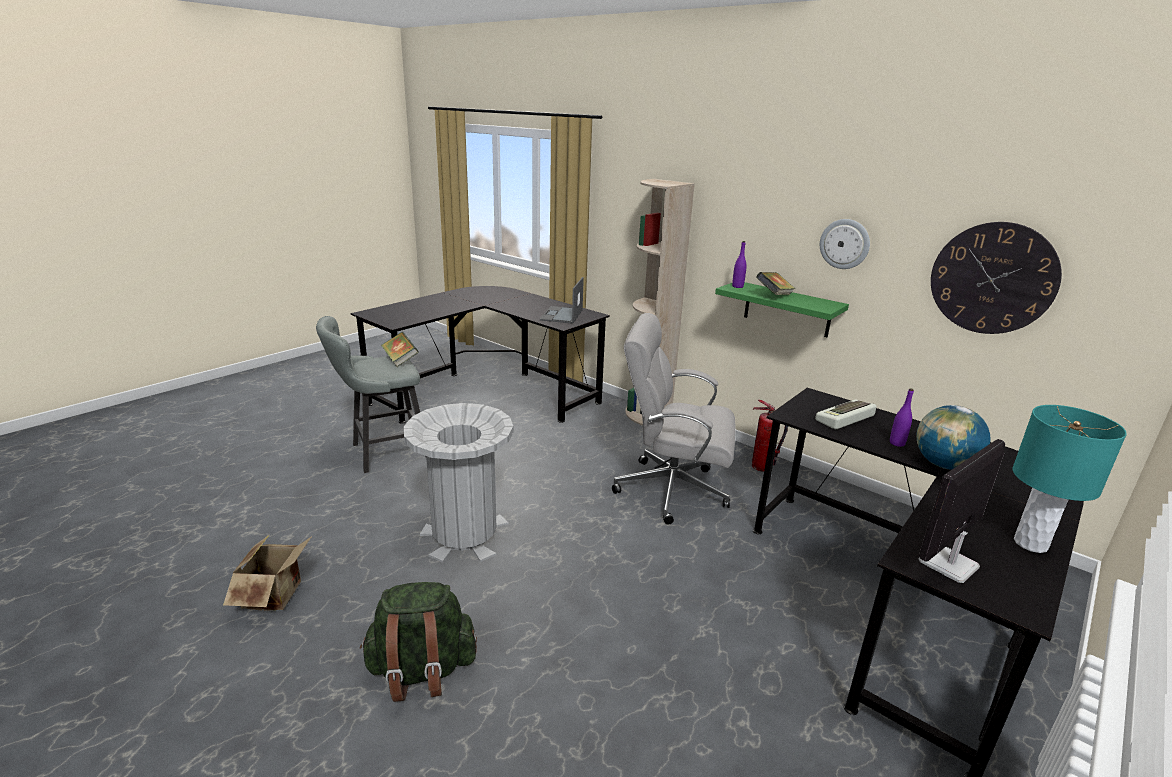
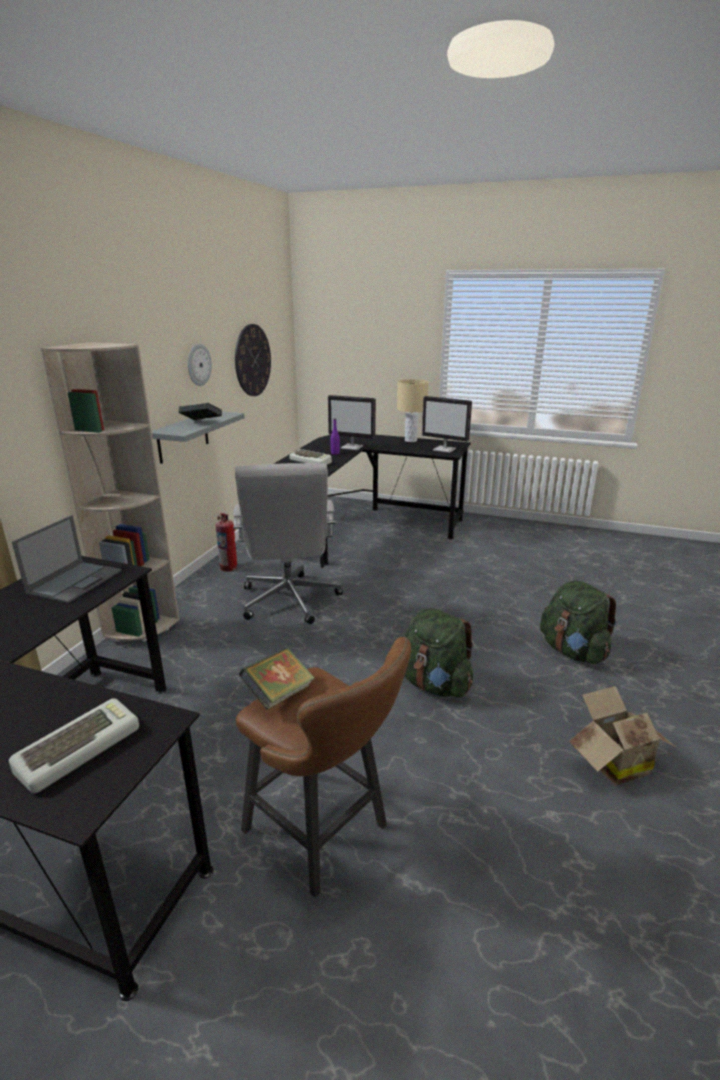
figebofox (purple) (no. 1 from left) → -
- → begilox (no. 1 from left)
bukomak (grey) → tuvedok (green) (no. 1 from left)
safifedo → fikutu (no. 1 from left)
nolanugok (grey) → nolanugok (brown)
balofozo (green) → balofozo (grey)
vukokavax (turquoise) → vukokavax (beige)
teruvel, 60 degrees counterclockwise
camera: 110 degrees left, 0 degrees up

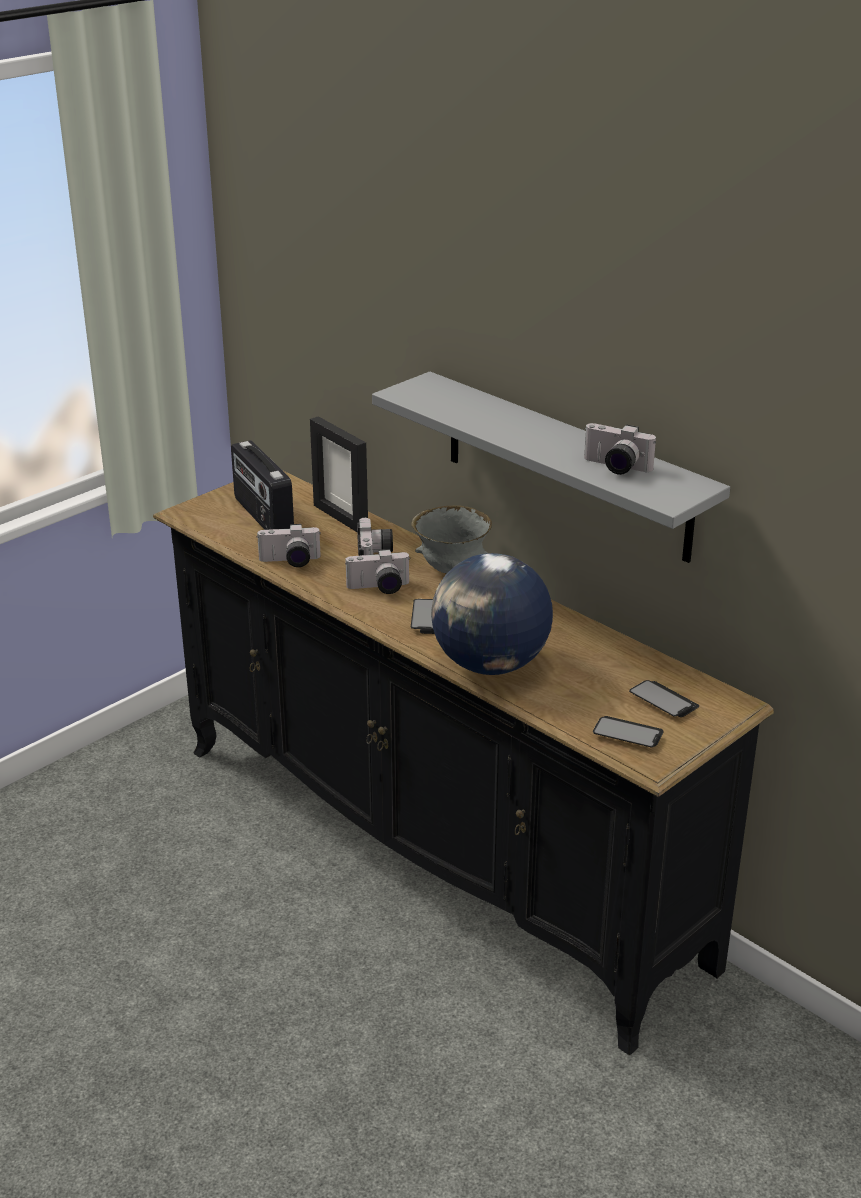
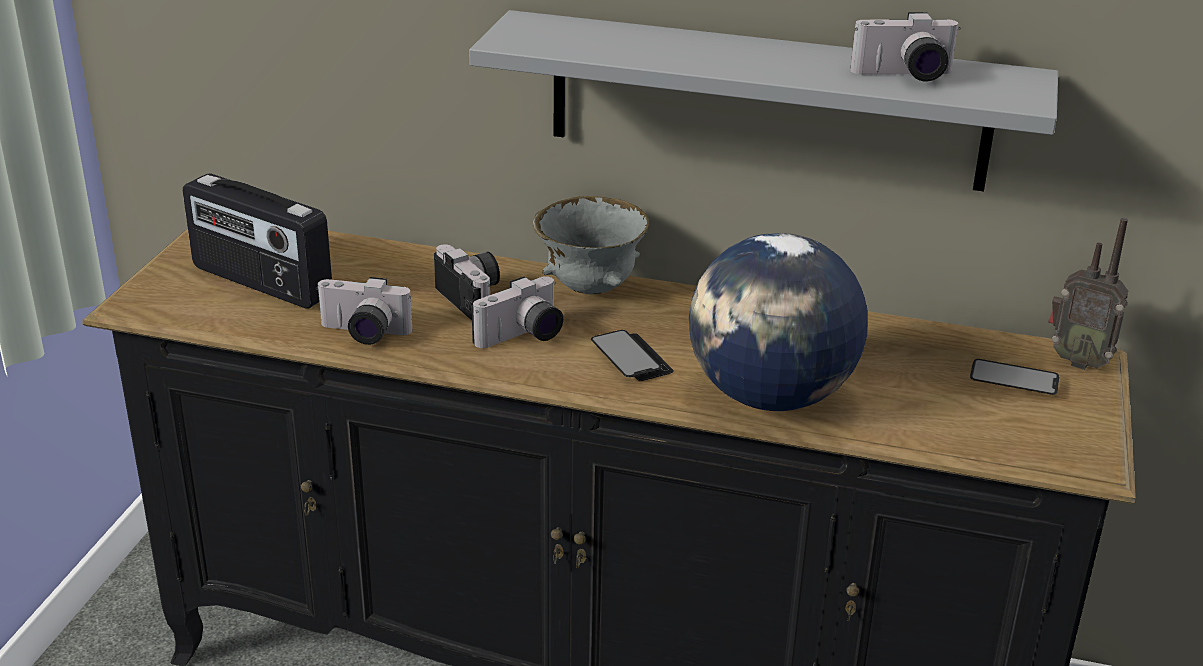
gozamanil → -
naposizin (no. 2 from left) → -
- → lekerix (no. 2 from left)
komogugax (no. 1 from left), 45 degrees clockwise
camera: 30 degrees left, 0 degrees up

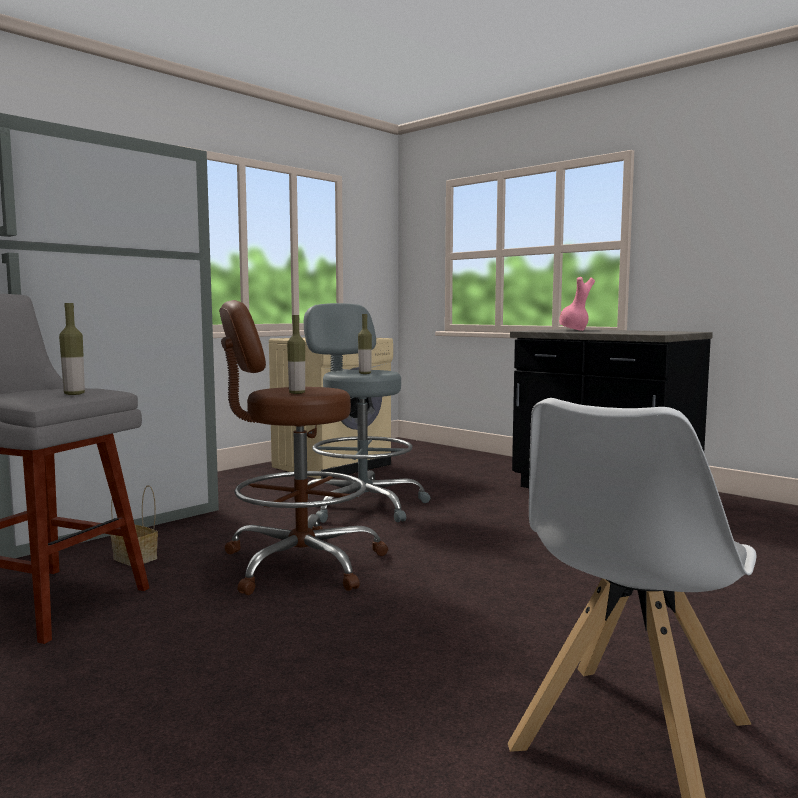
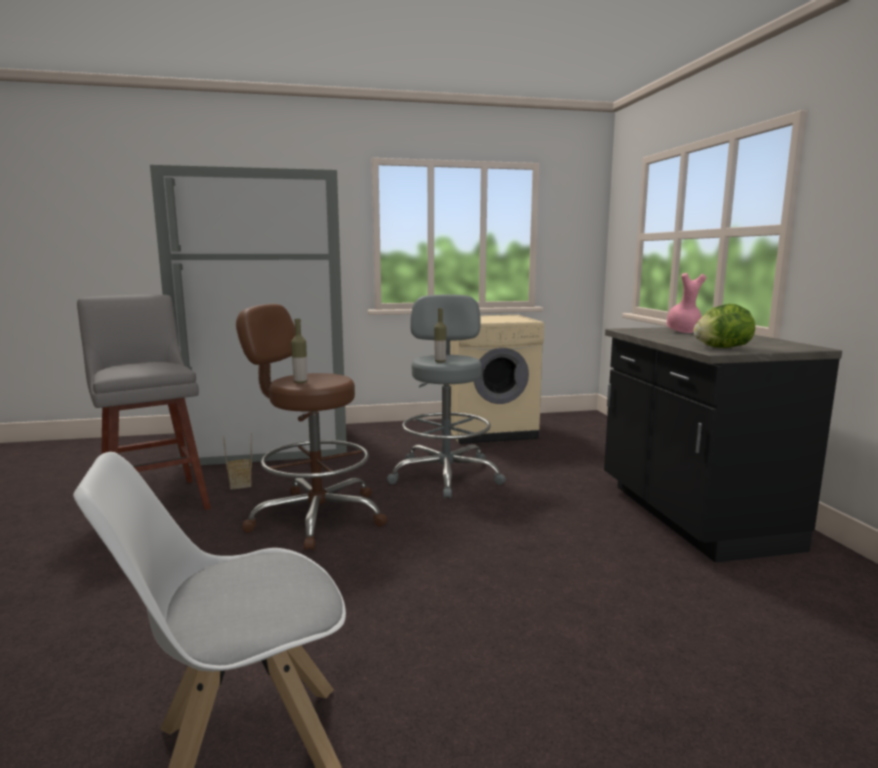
figebofox (no. 1 from left) → -
- → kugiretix
camera: 35 degrees right, 5 degrees up

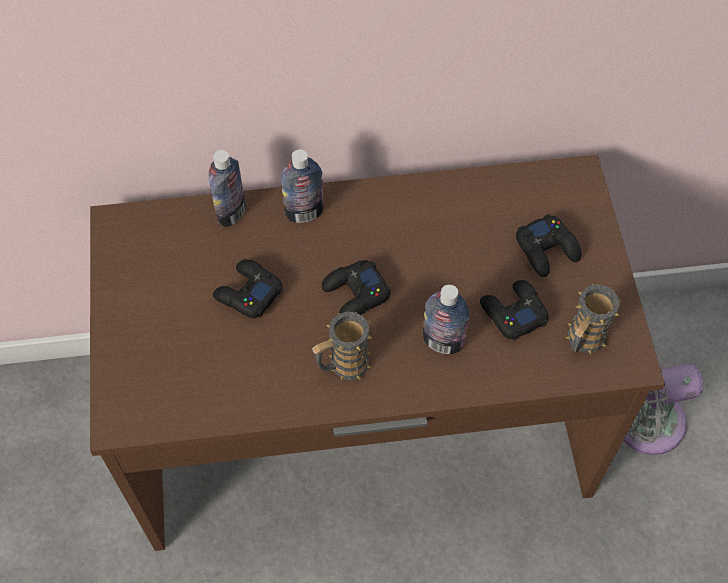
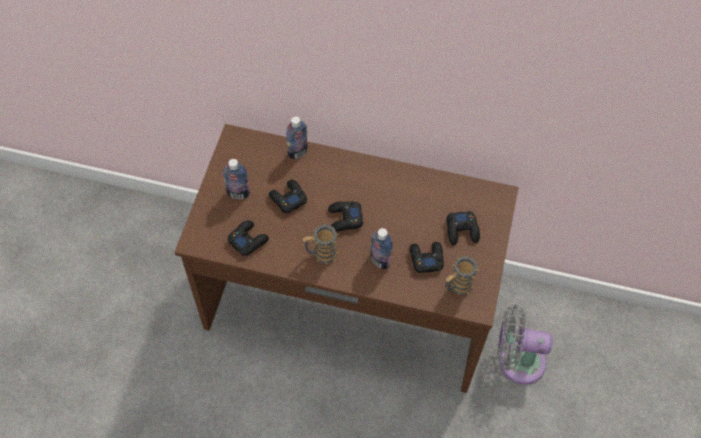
- → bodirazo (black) (no. 1 from left)
figebofox (no. 2 from left in the first image) → figebofox (no. 1 from left), relocated
camera: 20 degrees right, 0 degrees up

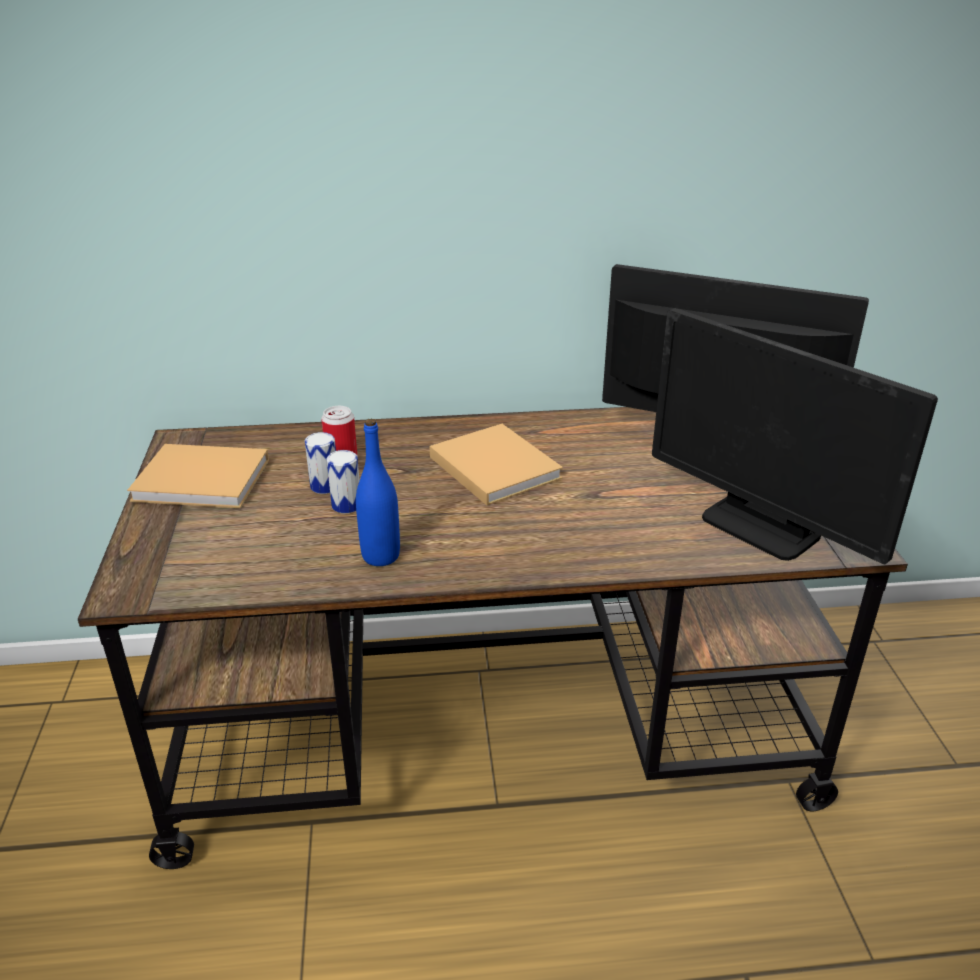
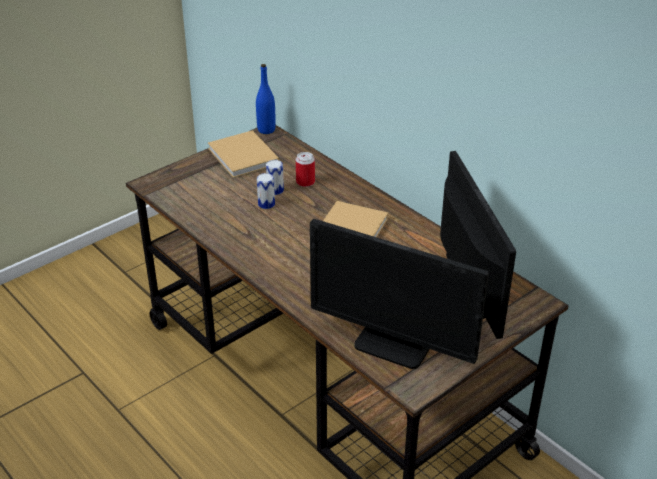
figebofox (blue), relocated
fikutu (no. 2 from left in the first image) → fikutu (no. 1 from left), 75 degrees counterclockwise
camera: 55 degrees right, 5 degrees up

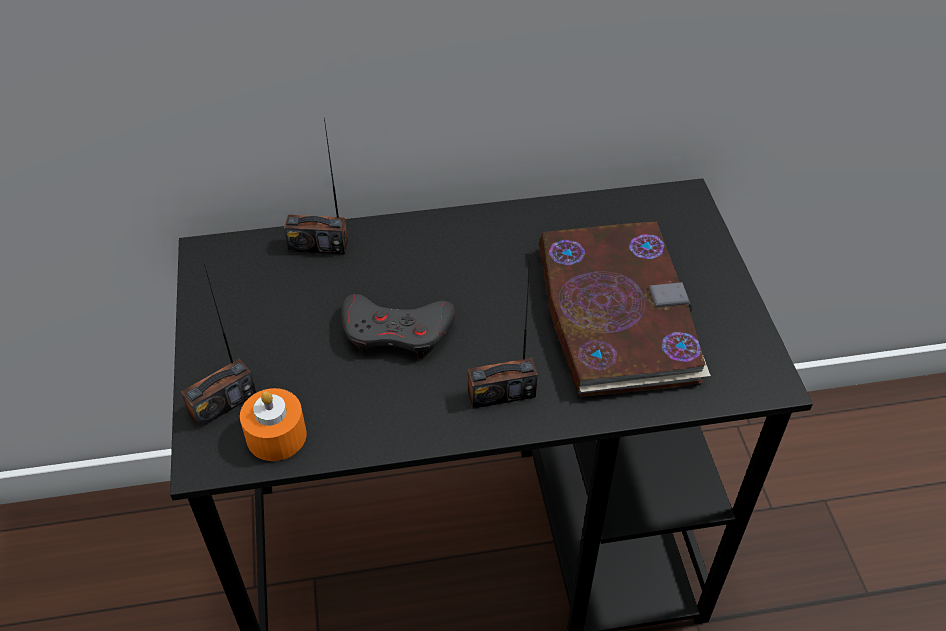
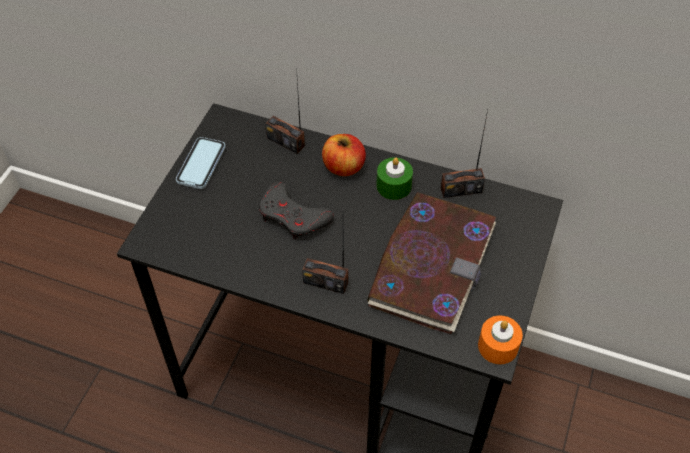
- → naposizin
- → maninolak
- → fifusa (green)
lekerix (no. 1 from left in the first image) → lekerix (no. 3 from left), relocated
fifusa (orange), relocated
camera: 30 degrees right, 5 degrees up

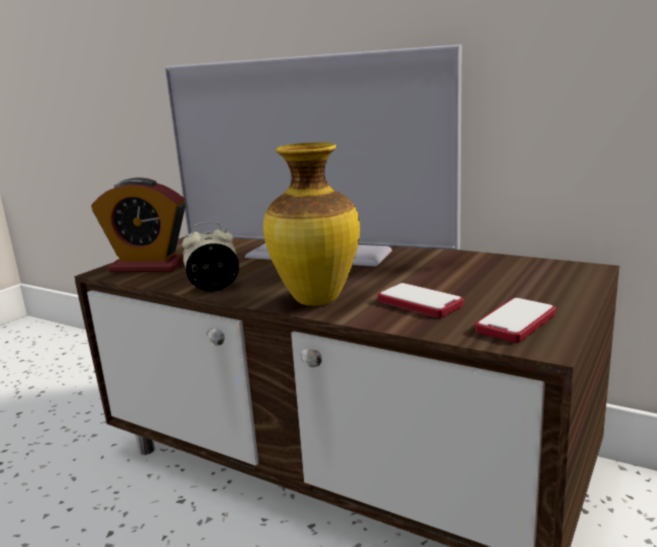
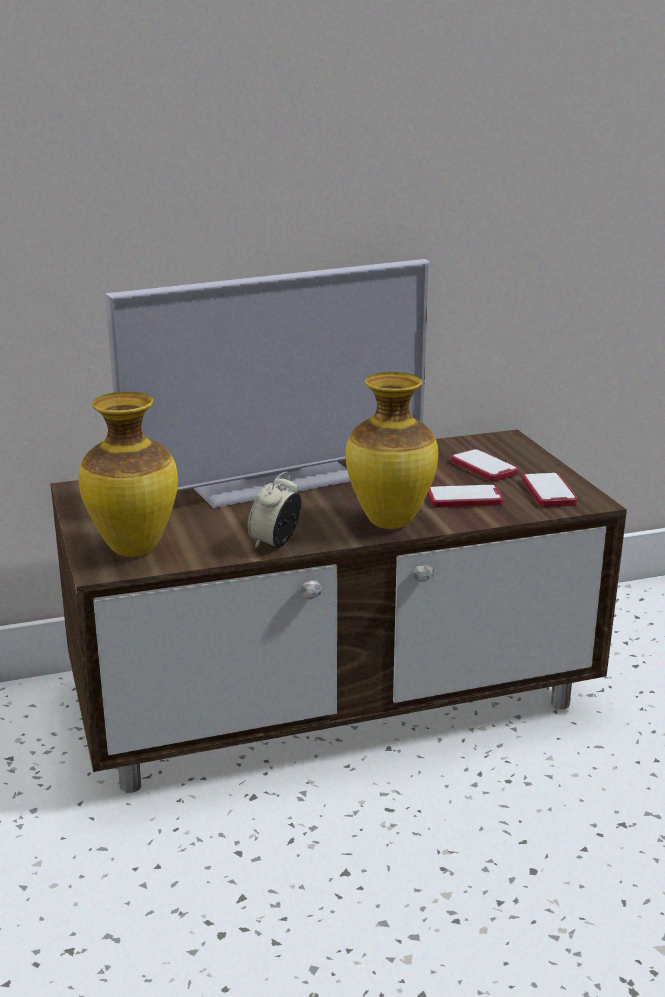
- → naposizin (no. 2 from left)
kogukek (no. 1 from left) → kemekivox (no. 1 from left)
camera: 50 degrees left, 5 degrees up

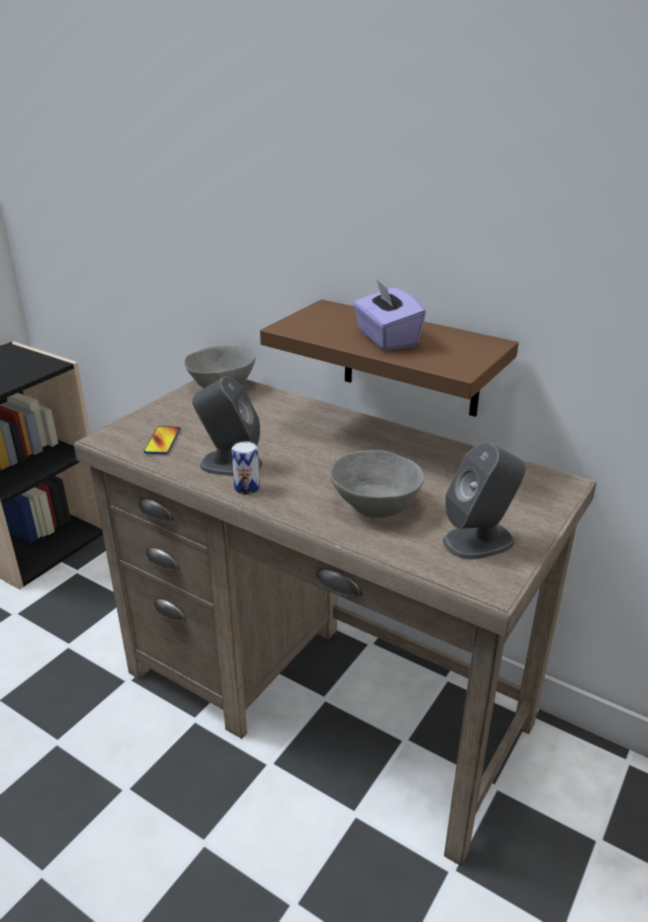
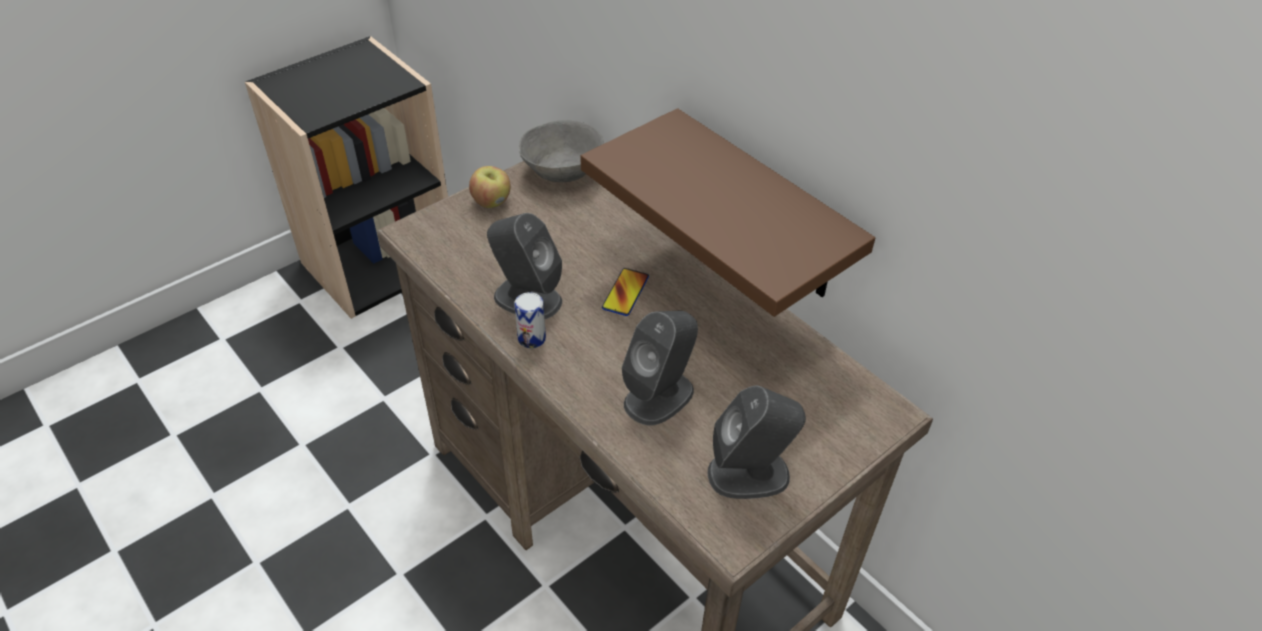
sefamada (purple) → -
- → maninolak
naposizin, relocated
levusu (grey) (no. 2 from left) → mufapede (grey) (no. 2 from left)
camera: 15 degrees right, 15 degrees up

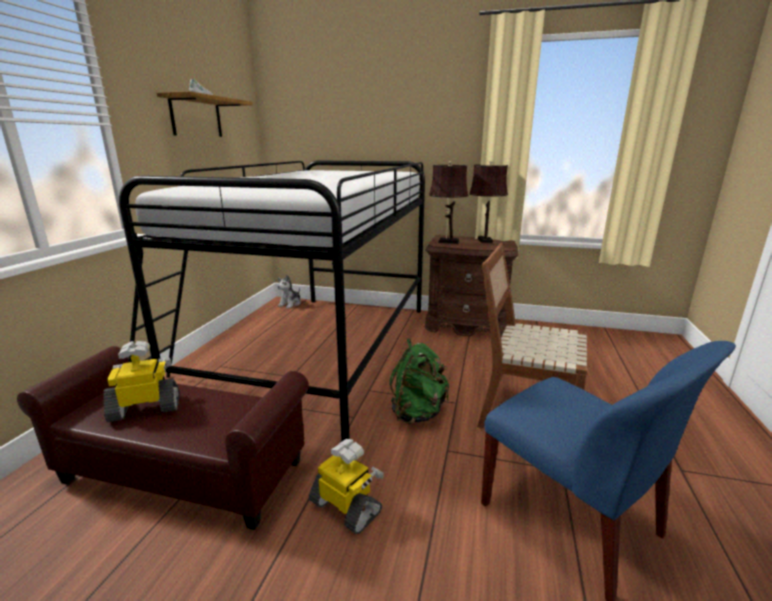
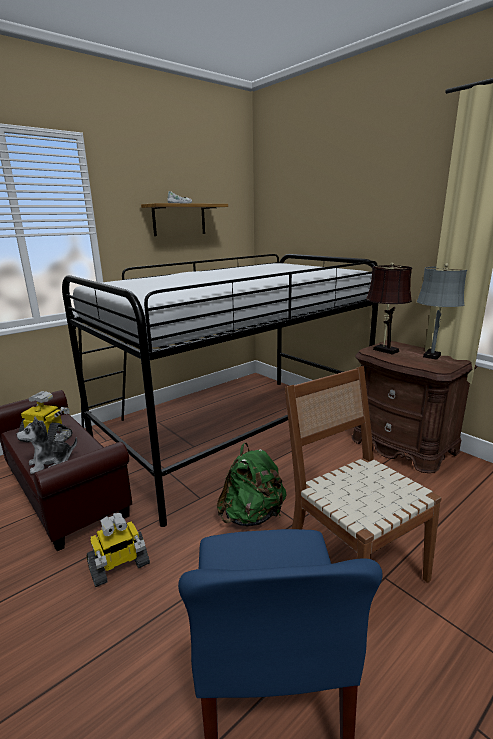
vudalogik, relocated
vukokavax (brown) (no. 2 from left) → vukokavax (grey)
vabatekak (no. 2 from left), 75 degrees clockwise
camera: 35 degrees right, 0 degrees up

